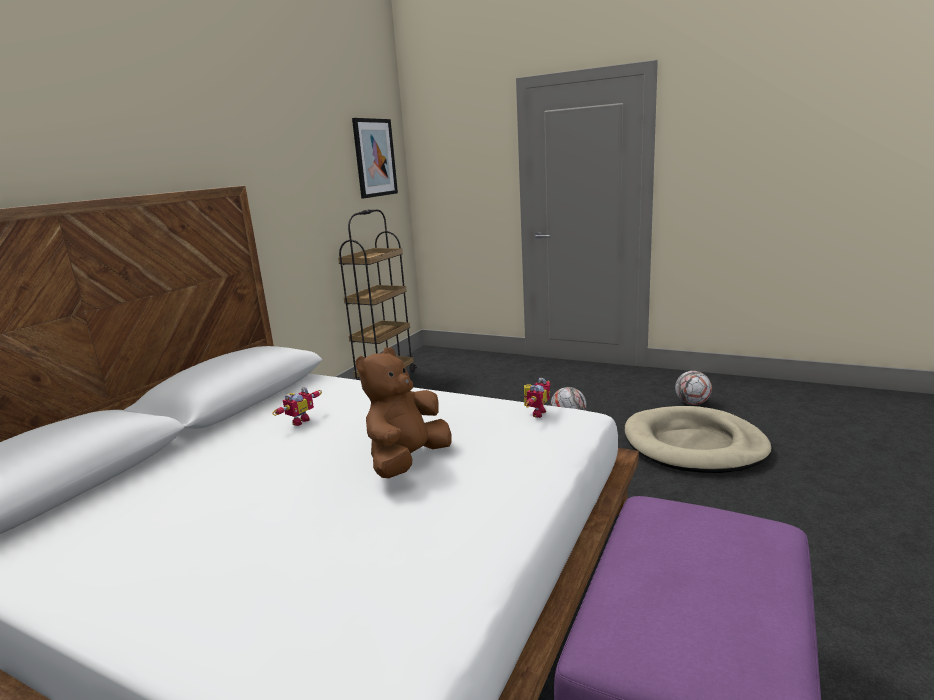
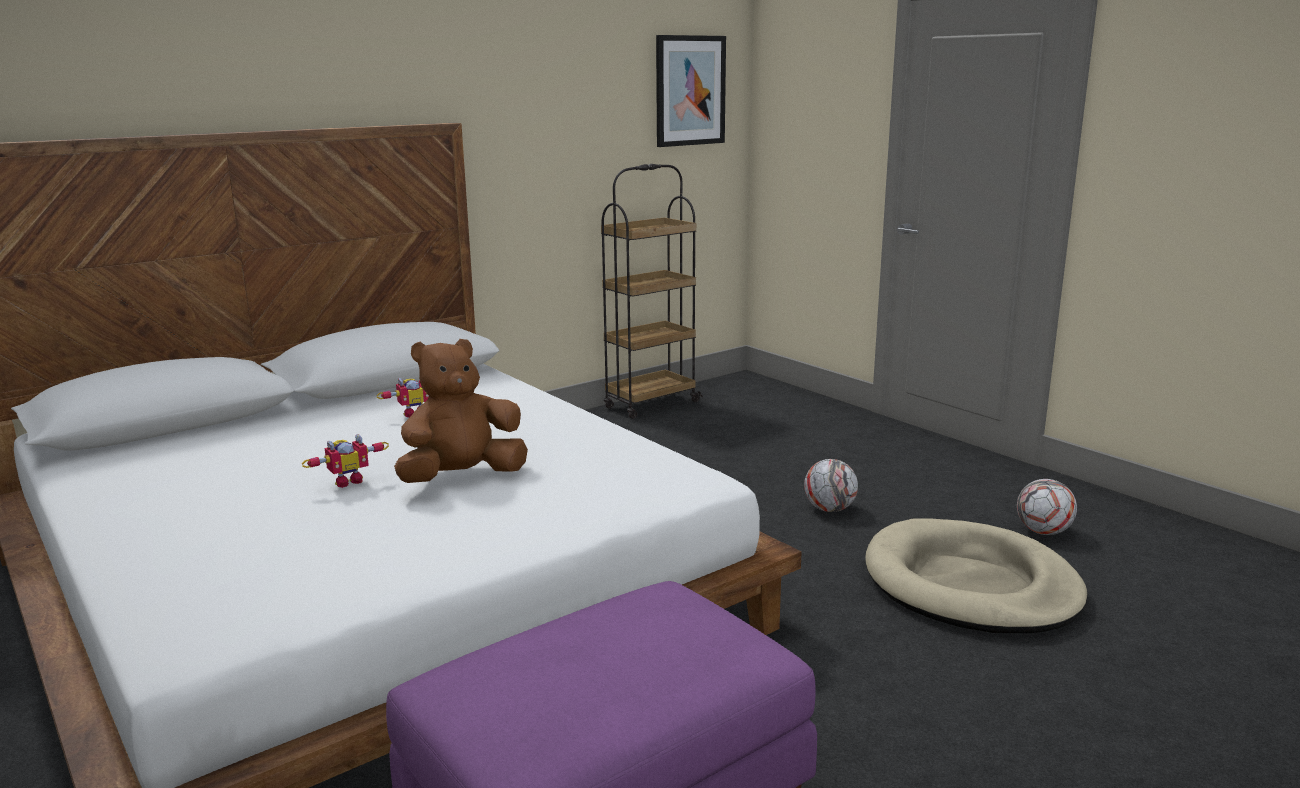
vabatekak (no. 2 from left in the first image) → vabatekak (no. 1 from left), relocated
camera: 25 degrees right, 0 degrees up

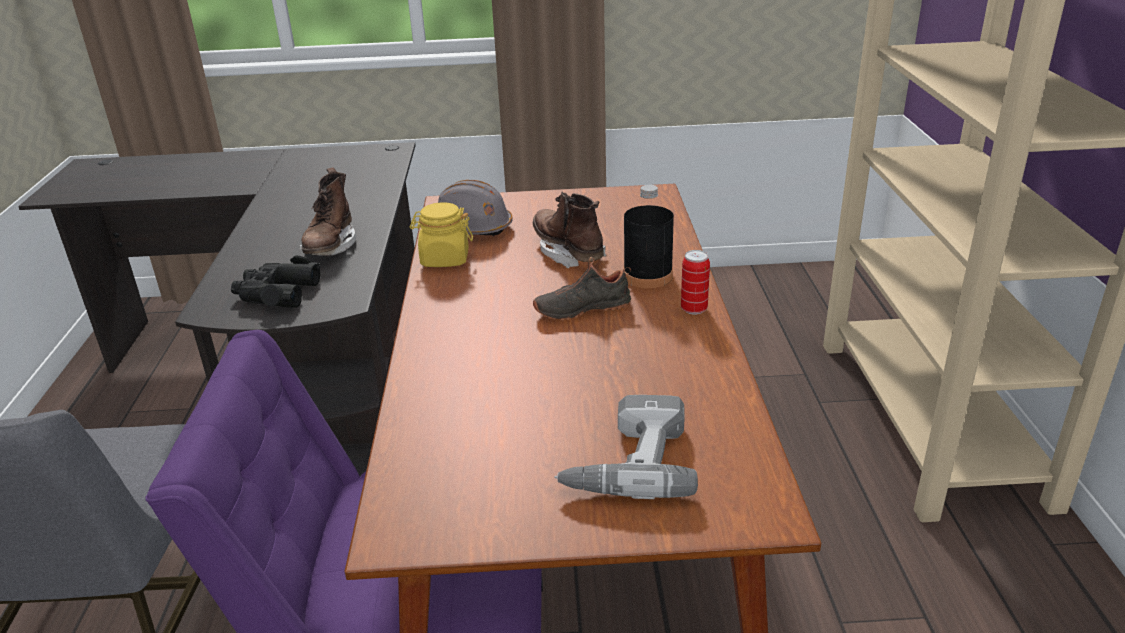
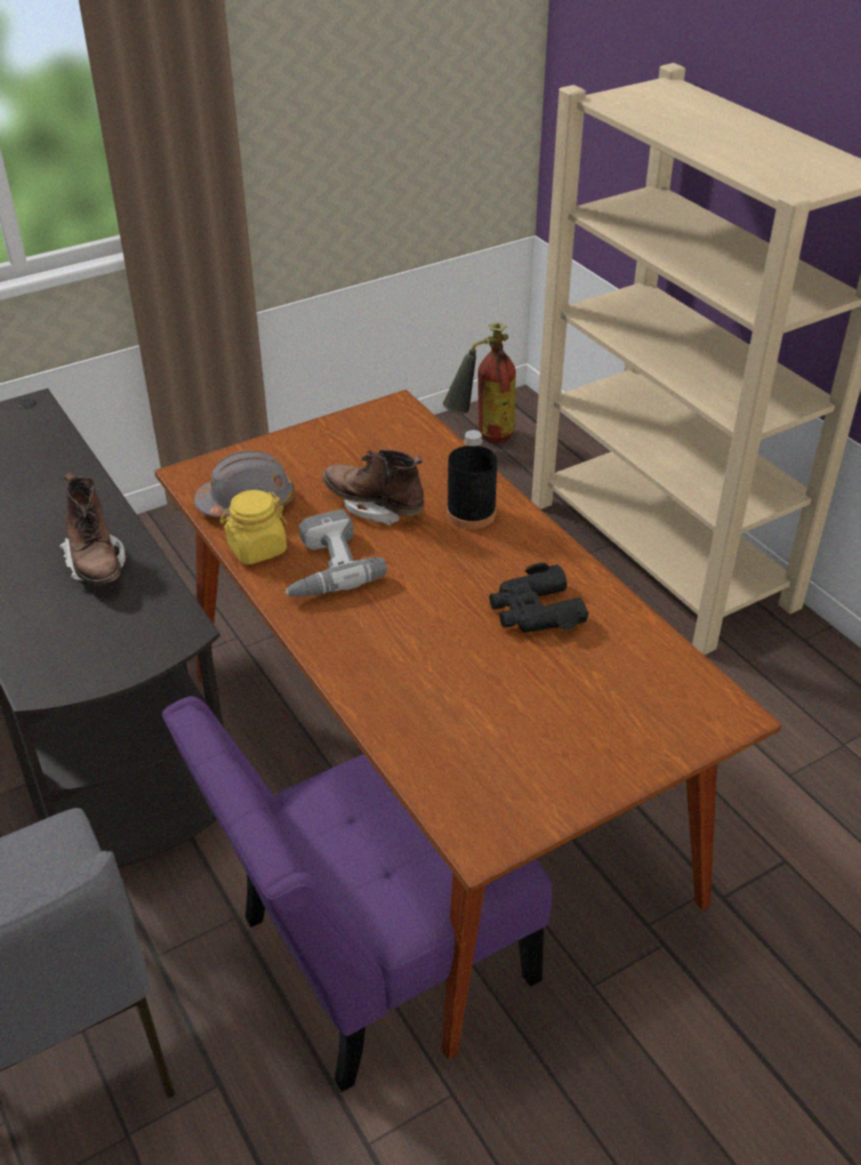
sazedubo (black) → -
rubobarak → -
- → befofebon
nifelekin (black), relocated
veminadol, relocated
camera: 30 degrees left, 10 degrees up

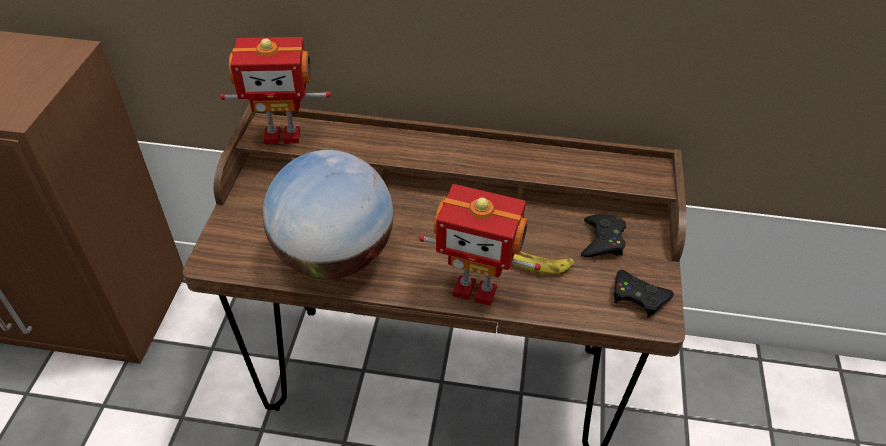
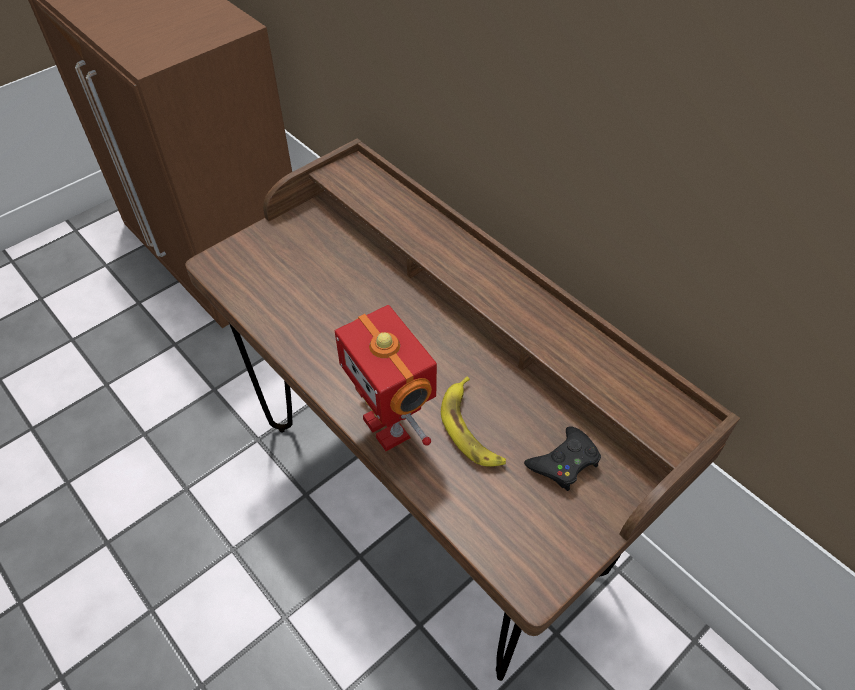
vabatekak (no. 1 from left) → -
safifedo → -
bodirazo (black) (no. 2 from left) → -
camera: 40 degrees right, 5 degrees up

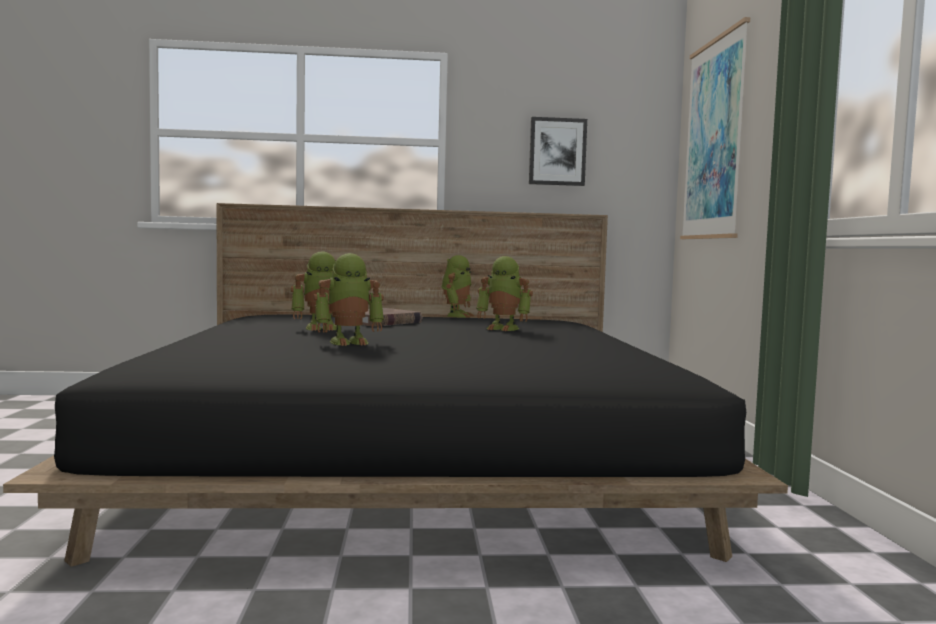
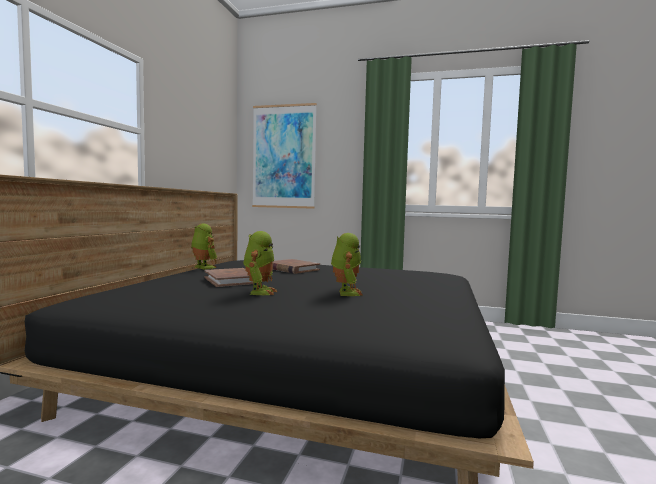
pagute (no. 1 from left) → -
vabatekak (no. 4 from left) → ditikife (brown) (no. 2 from left)
camera: 70 degrees left, 0 degrees up

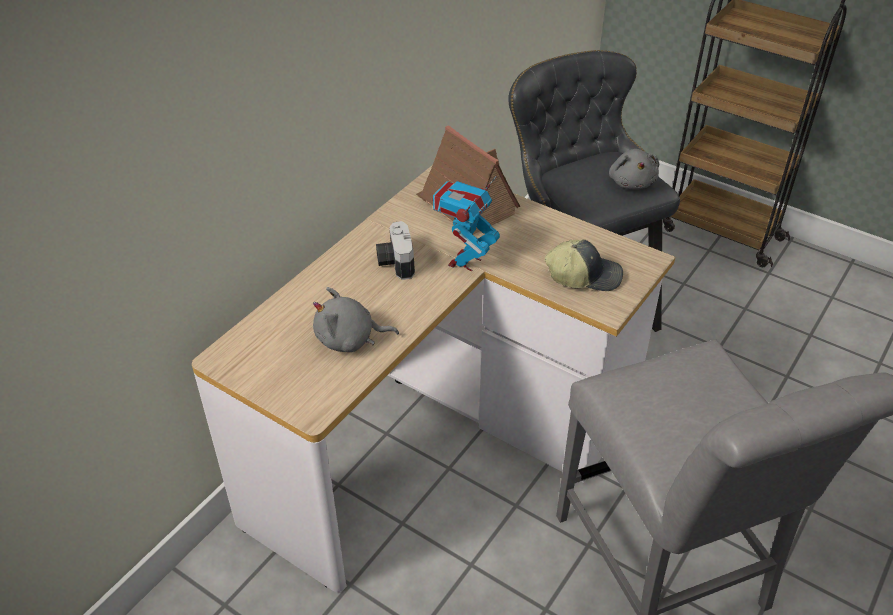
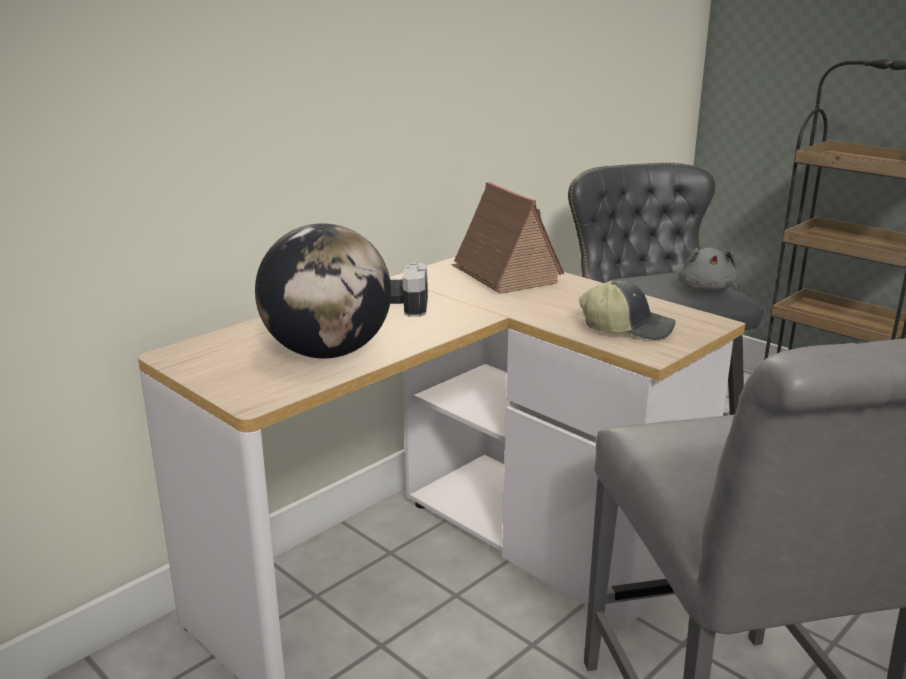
vabatekak → -
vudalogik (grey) (no. 1 from left) → safifedo
camera: 10 degrees right, 20 degrees down

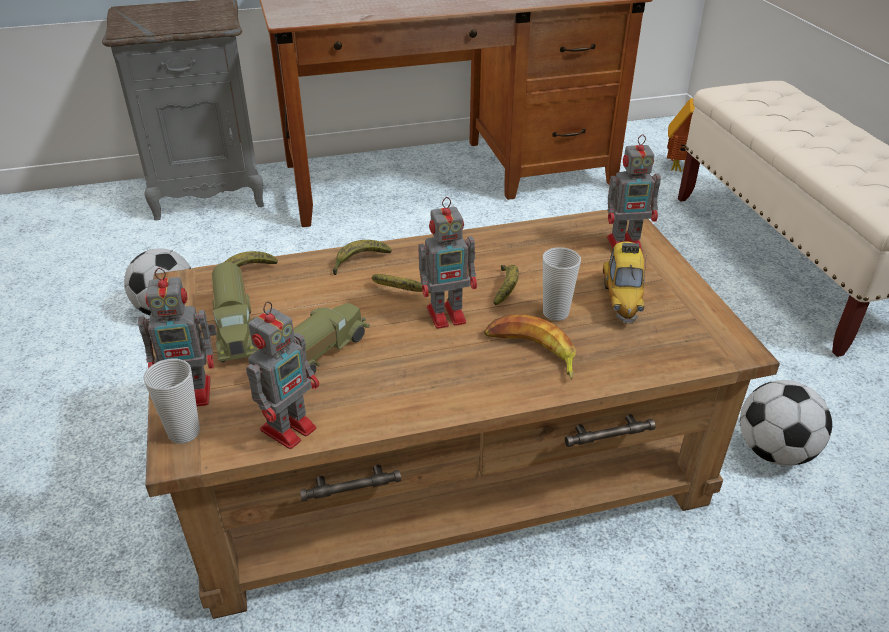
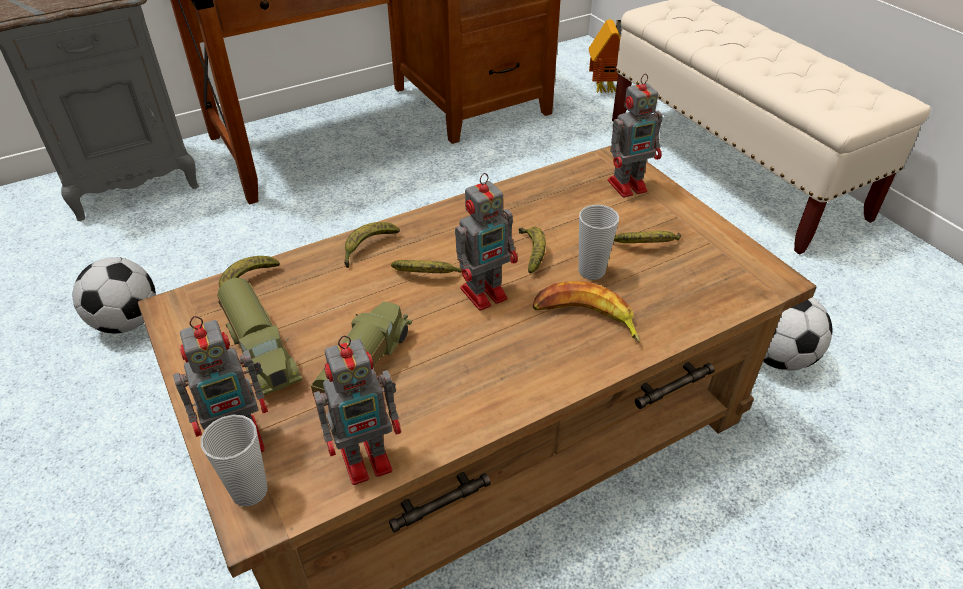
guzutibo → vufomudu (no. 6 from left)
vabatekak (no. 2 from left), 45 degrees clockwise
camera: 15 degrees left, 5 degrees up

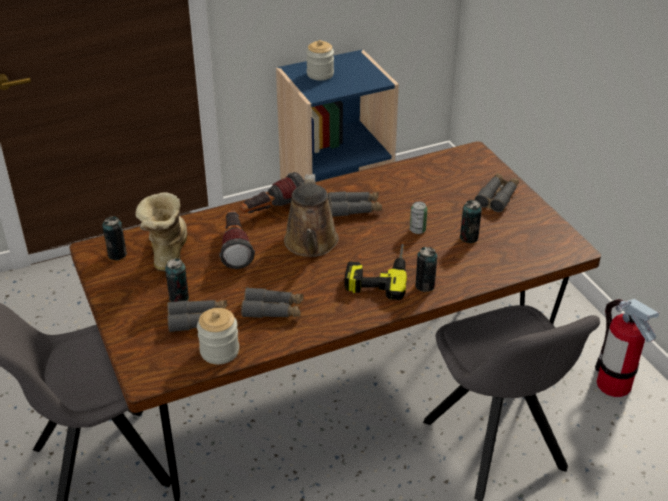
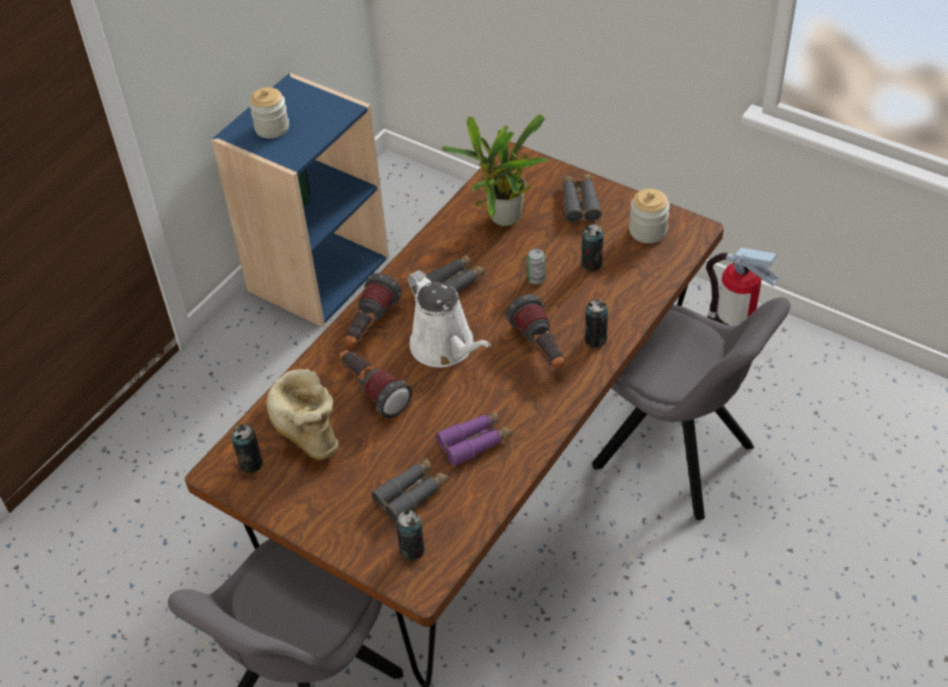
- → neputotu
rubobarak (no. 2 from left), relocated
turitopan (no. 1 from left in the first image) → turitopan (no. 2 from left), relocated
veminadol → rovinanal (no. 3 from left)
nifelekin (grey) (no. 2 from left) → nifelekin (purple)
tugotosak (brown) → tugotosak (white)
camera: 30 degrees left, 10 degrees up

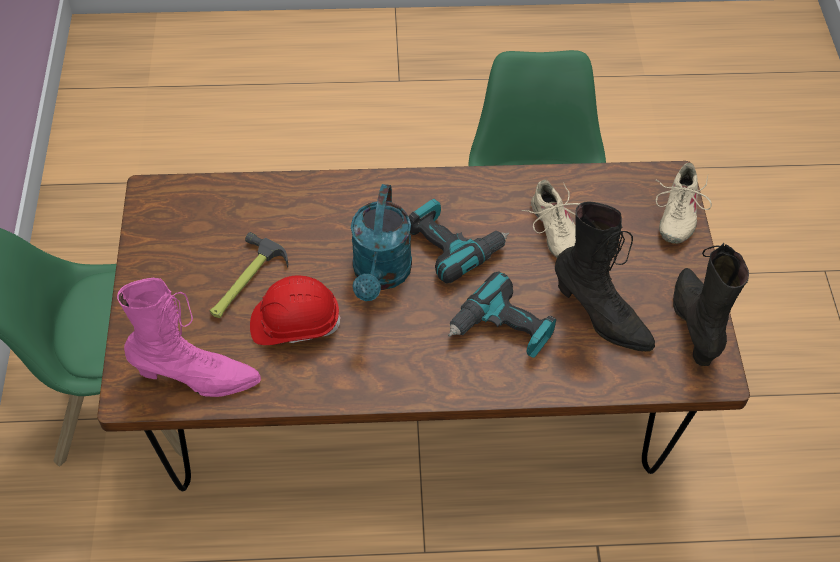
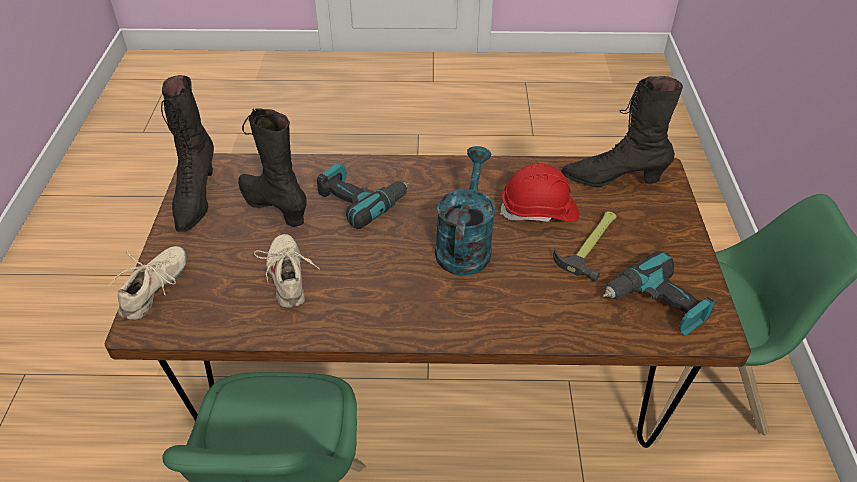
veminadol (no. 1 from left in the first image) → veminadol (no. 2 from left), relocated
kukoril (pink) → kukoril (black) (no. 3 from left)
camera: 175 degrees left, 10 degrees down

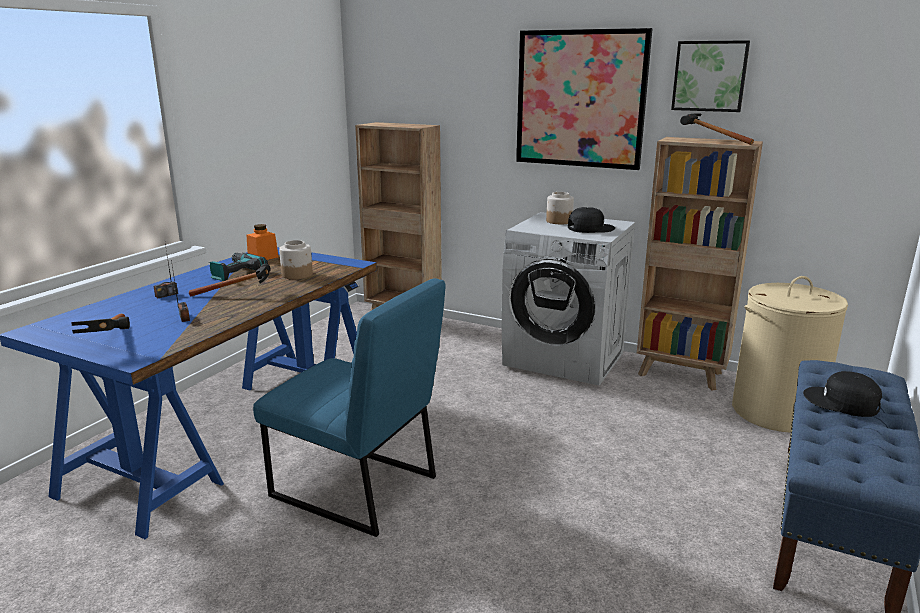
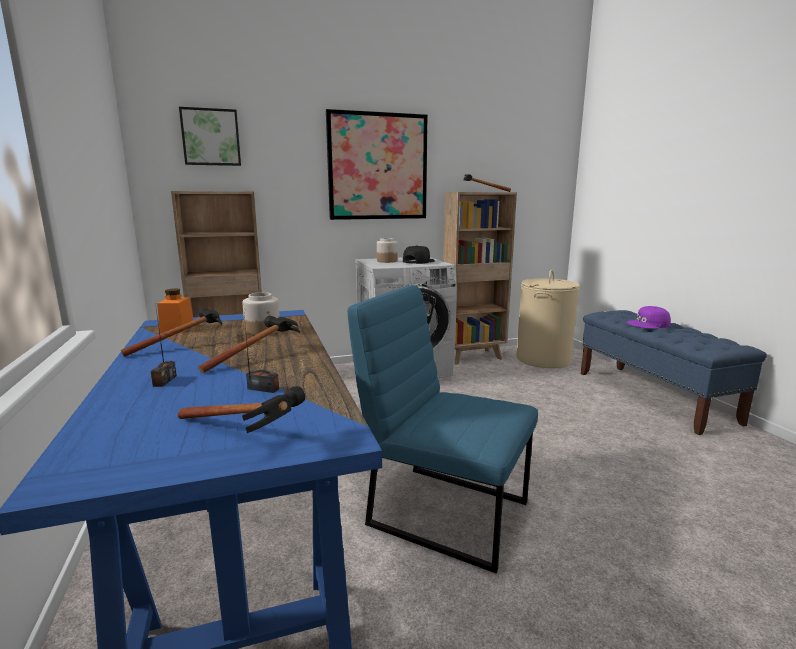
pagute (no. 2 from left in the first image) → pagute (no. 1 from left), relocated
veminadol → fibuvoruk (no. 1 from left)
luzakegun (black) (no. 2 from left) → luzakegun (purple)
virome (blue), 135 degrees counterclockwise
camera: 45 degrees left, 5 degrees down

